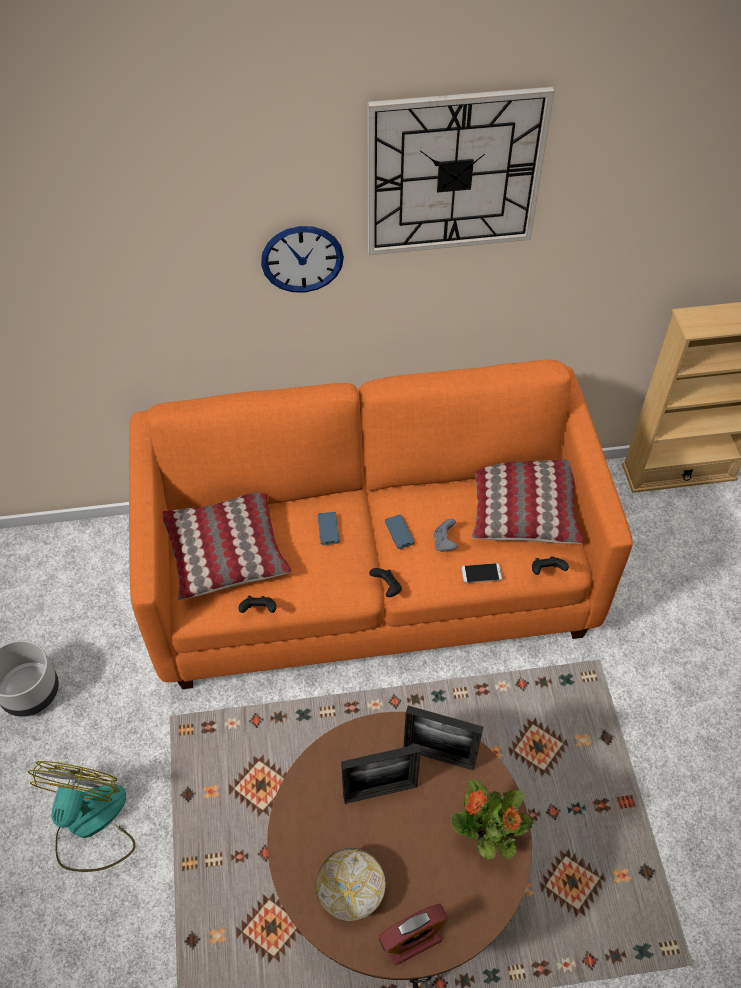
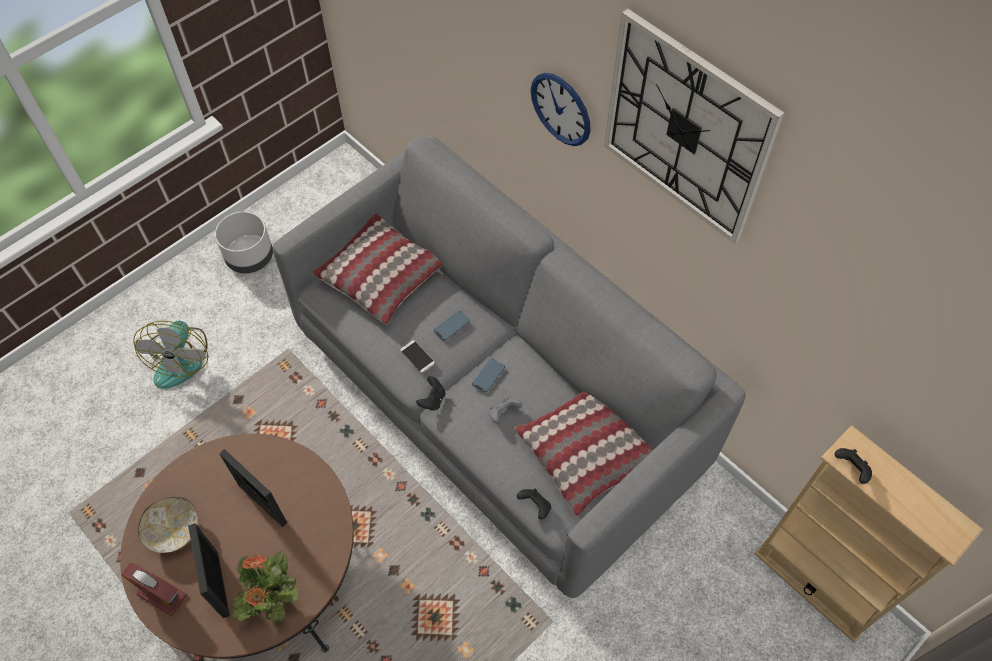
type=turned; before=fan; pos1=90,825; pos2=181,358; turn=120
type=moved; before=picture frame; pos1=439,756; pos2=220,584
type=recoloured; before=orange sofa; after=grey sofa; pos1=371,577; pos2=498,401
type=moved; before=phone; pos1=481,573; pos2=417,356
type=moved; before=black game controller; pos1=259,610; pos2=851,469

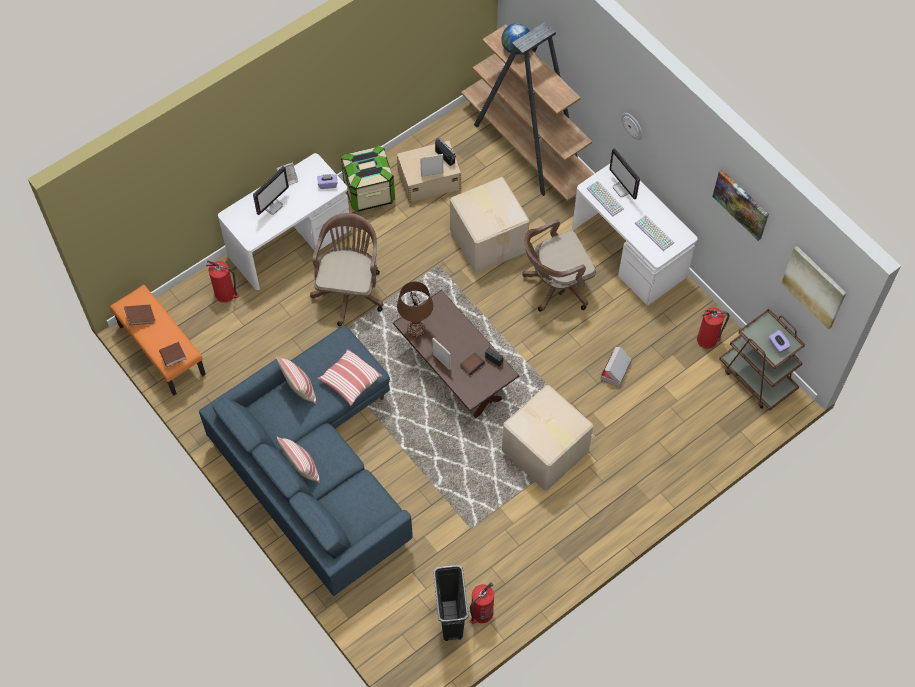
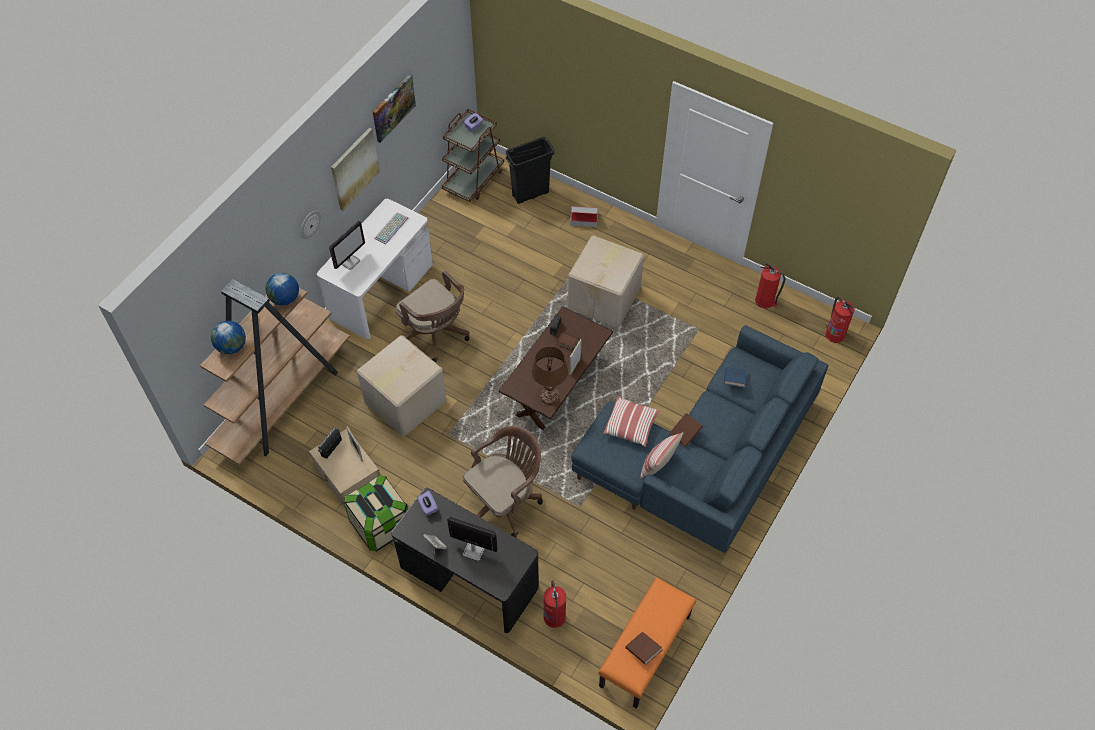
type=added; after=globe; pos2=285,298
type=moved; before=picture; pos1=814,286; pos2=354,168
type=recoloured; before=white desk; after=black desk; pos1=290,242; pos2=468,578
type=turned; before=brown office chair; pos1=350,290; pos2=505,501; turn=150
type=moved; before=black trash can; pos1=451,619; pos2=530,194
type=moved; before=cardboard box; pos1=615,371; pos2=584,219
type=moved; before=brown book; pos1=173,357; pos2=685,433
type=added; after=blue book; pos2=734,380
type=moved; before=fire extinguisher; pos1=707,339; pos2=834,334
type=removed; before=pillow; pos1=301,467
type=removed; before=keyboard; pos1=606,198

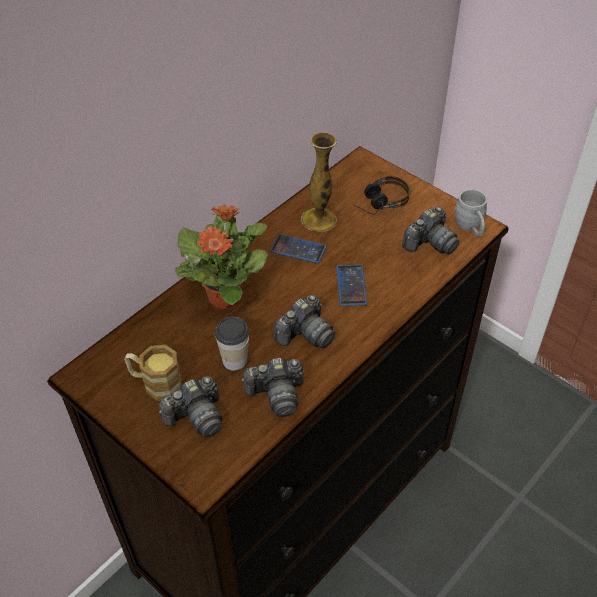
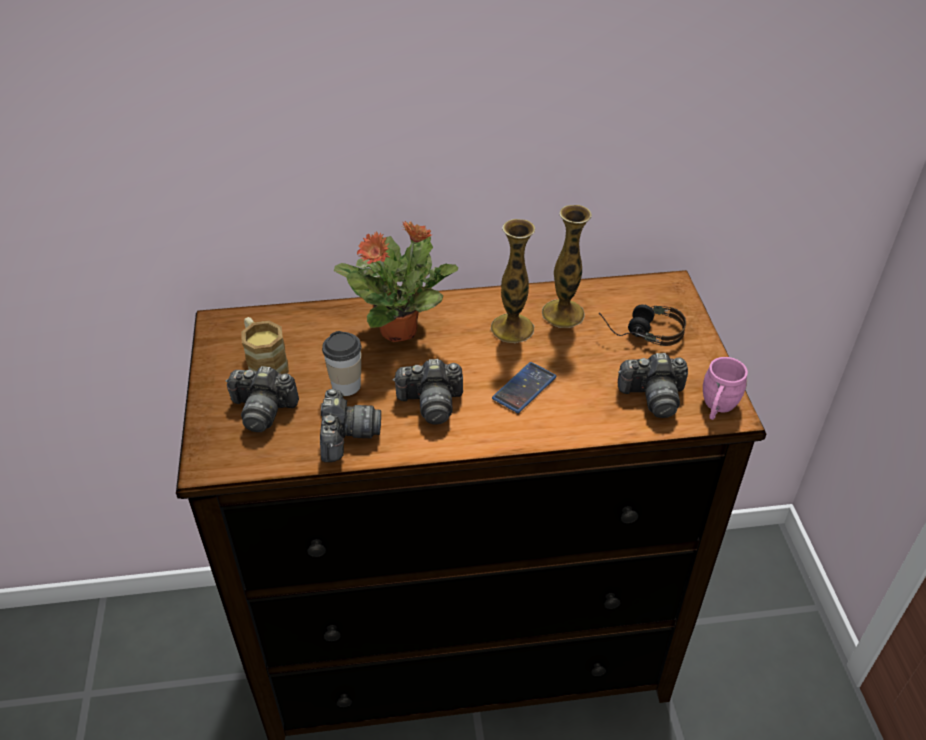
type=turned; before=photo camera; pos1=276,394; pos2=346,436; turn=-120
type=replaced; before=phone; after=vase; pos1=298,249; pos2=512,328
type=recoloured; before=grey mug; after=pink mug; pos1=470,228; pos2=717,407

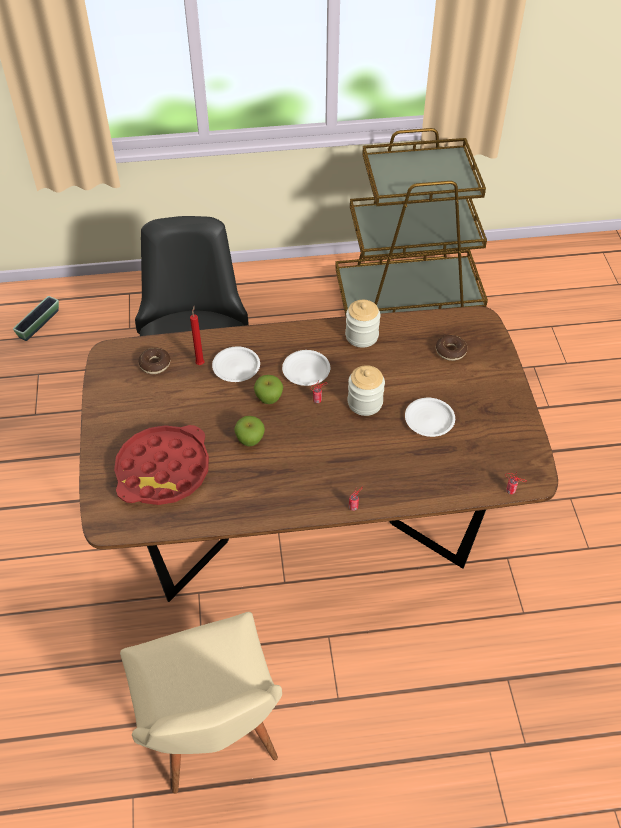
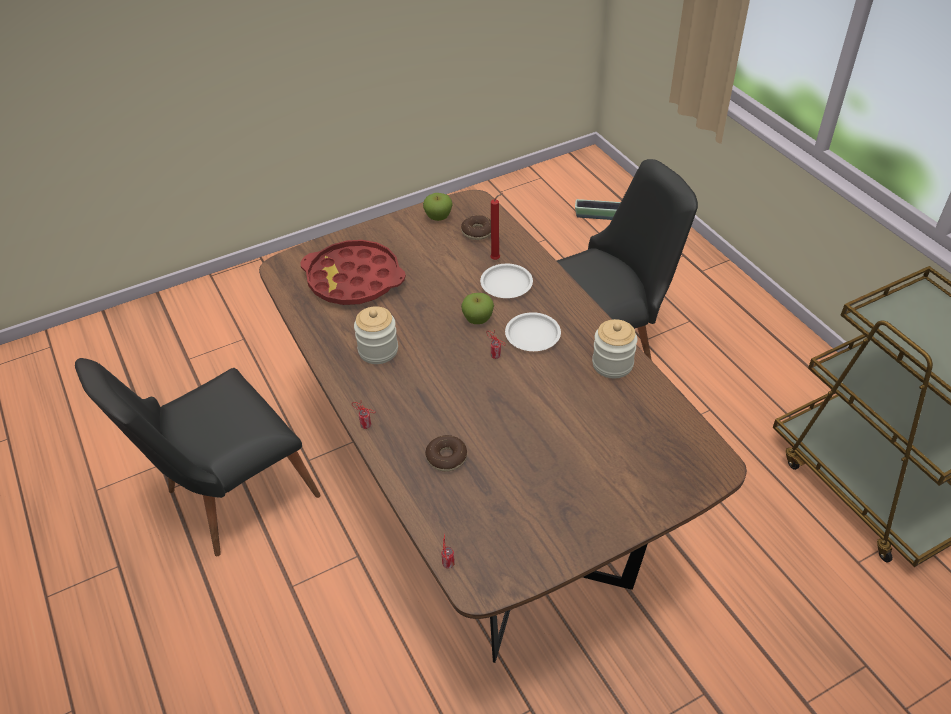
type=recoloured; before=beige chair; after=black chair; pos1=212,735; pos2=228,498
type=moved; before=jar; pos1=365,402; pos2=378,350
type=moved; before=apple; pos1=250,440; pos2=438,218
type=moved; before=donut; pos1=450,351; pos2=446,457
type=removed; before=white plate; pos1=430,420

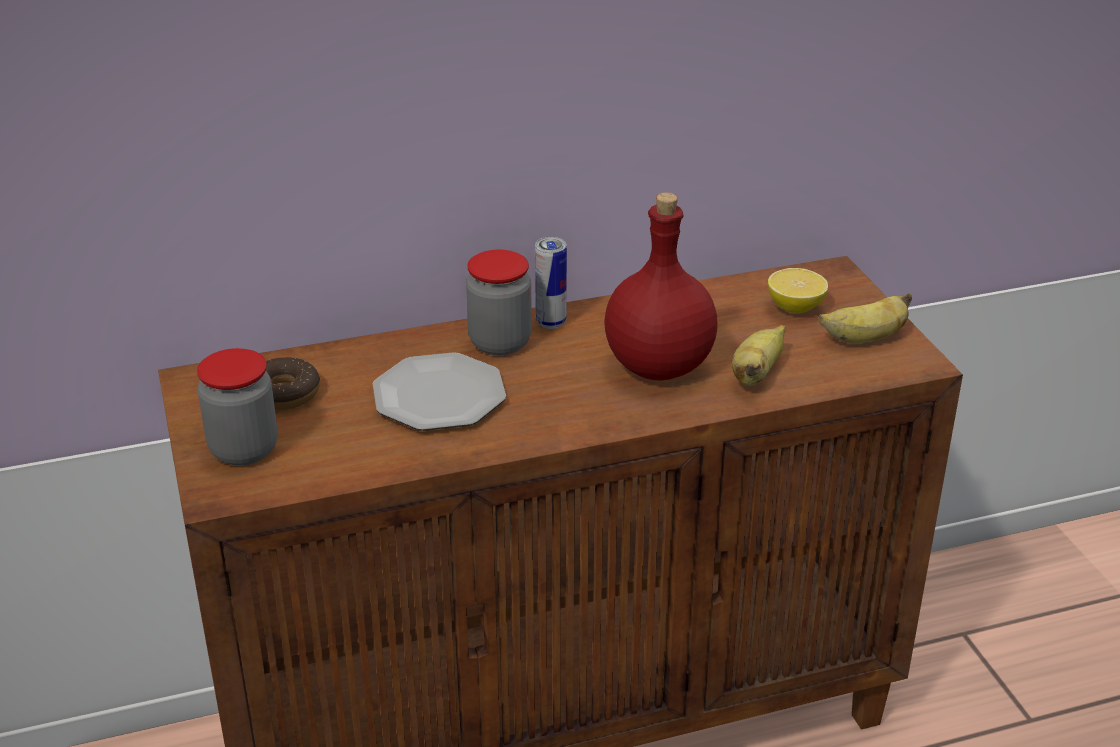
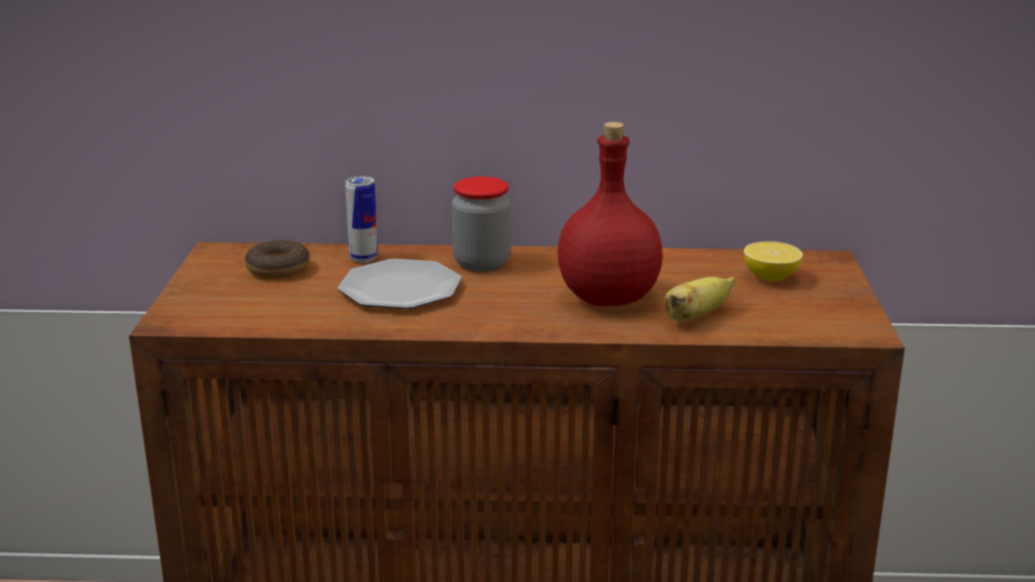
type=moved; before=can; pos1=551,322; pos2=364,258
type=removed; before=jar; pos1=244,450
type=removed; before=banana; pos1=864,339

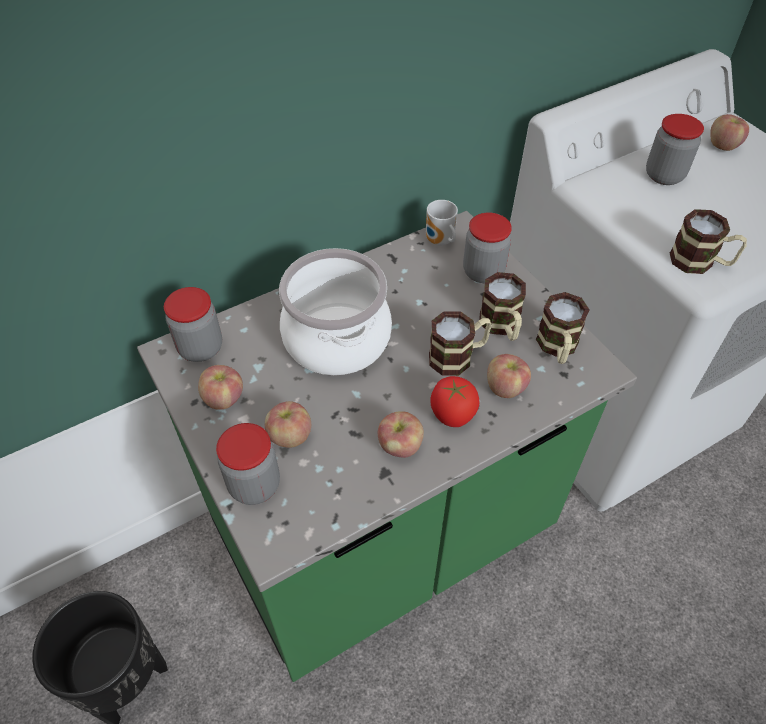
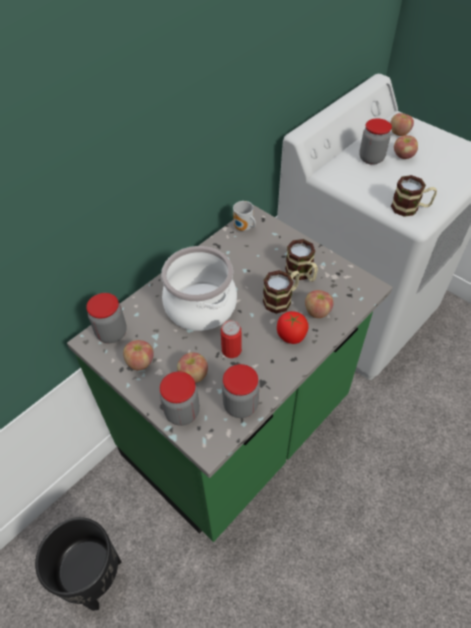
type=added; after=can; pos2=231,350
type=moved; before=jar; pos1=483,272; pos2=240,405
type=moved; before=apple; pos1=400,446; pos2=403,156
type=removed; before=mug; pos1=557,348

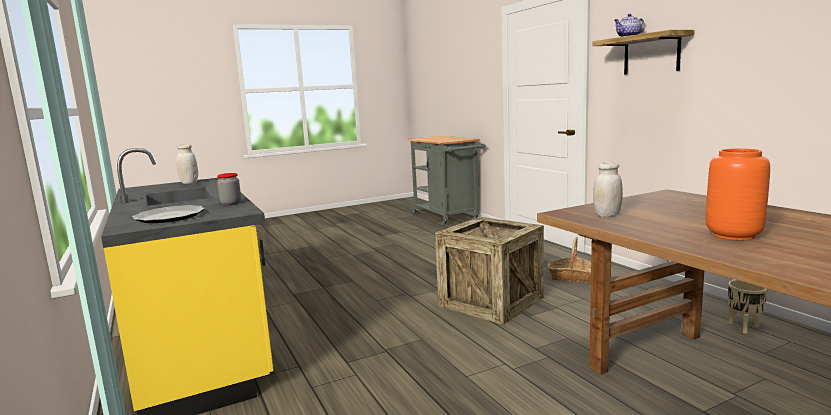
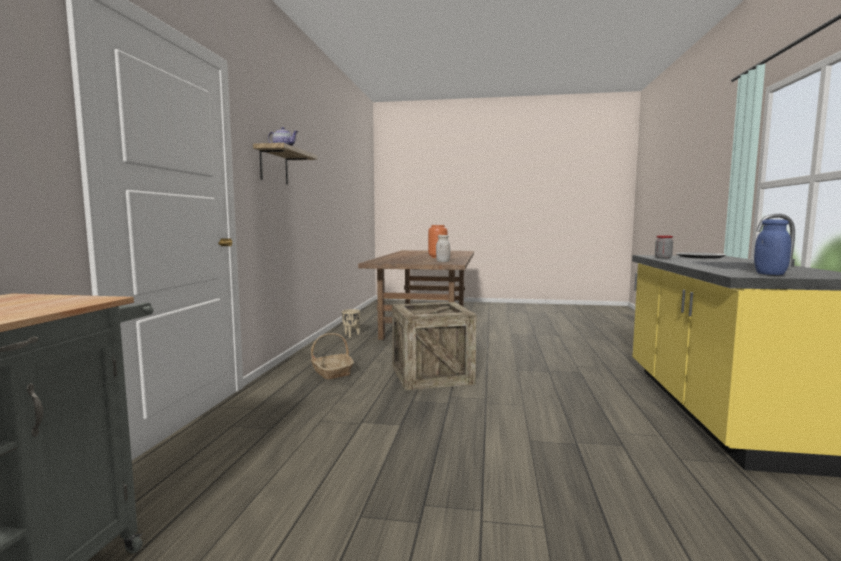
type=recoloured; before=white jar; after=blue jar; pos1=189,183; pos2=770,274

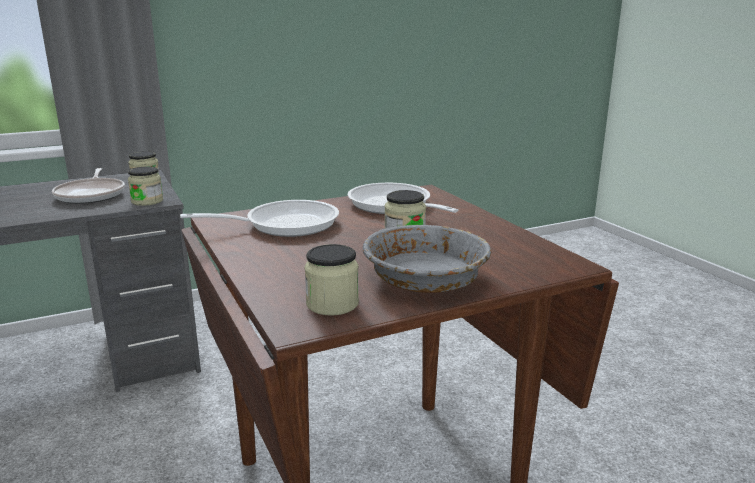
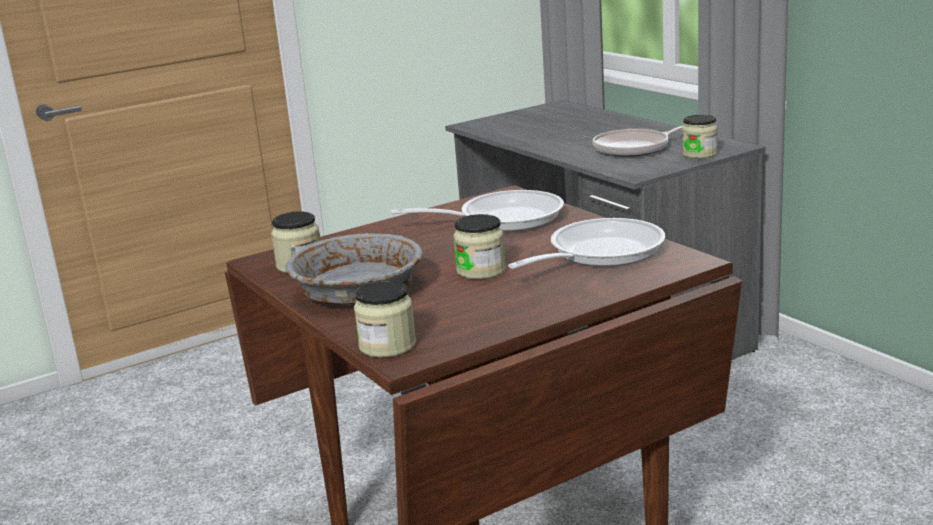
type=moved; before=jar; pos1=147,201; pos2=387,346
type=turned; before=frying pan; pos1=283,225; pos2=501,219; turn=-75

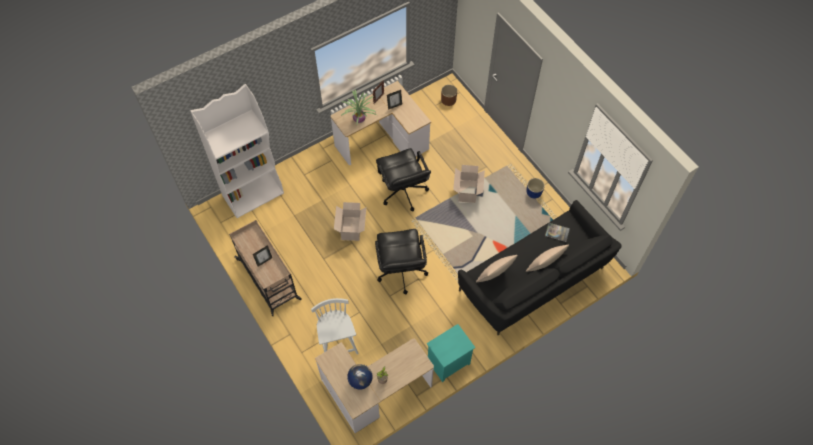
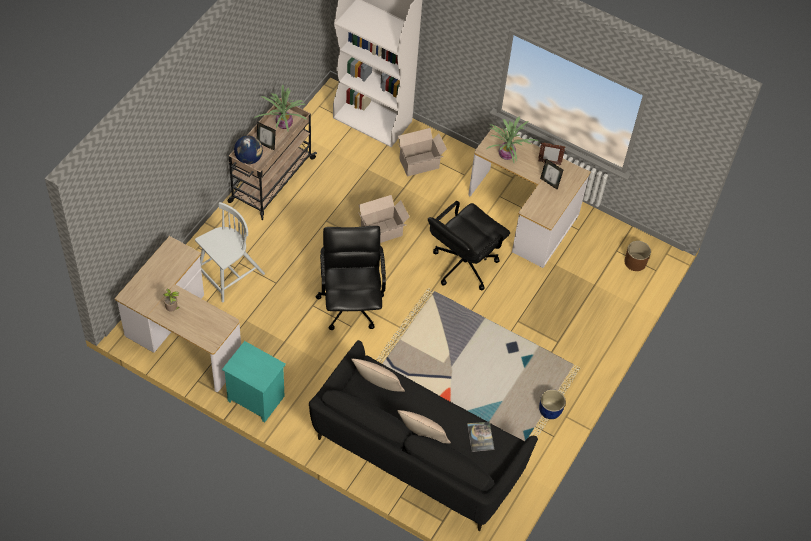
type=moved; before=globe; pos1=360,380; pos2=249,158
type=added; after=potted plant; pos2=283,124
type=turned; before=black office chair; pos1=401,271; pos2=351,304; turn=120
type=moved; before=cardboard box; pos1=467,190; pos2=420,163

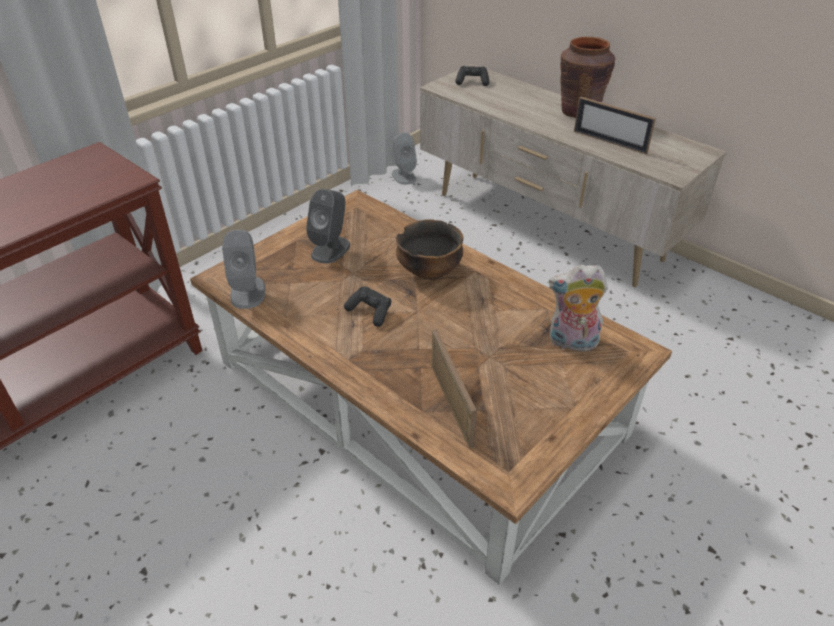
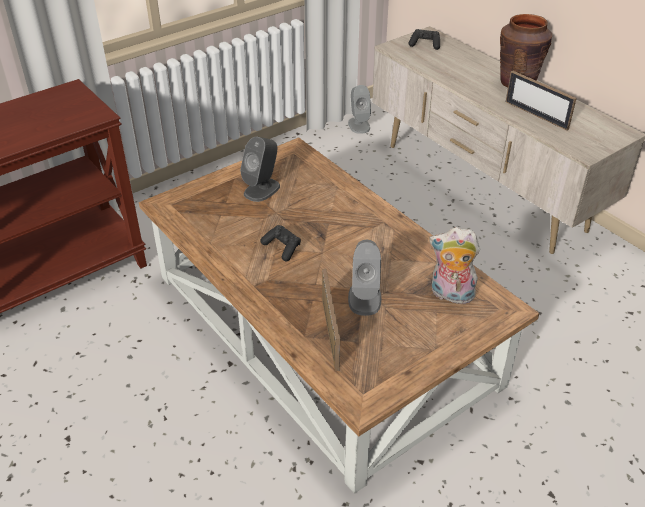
type=moved; before=grey speaker; pos1=248,292; pos2=364,298
type=removed; before=bowl; pos1=429,271

